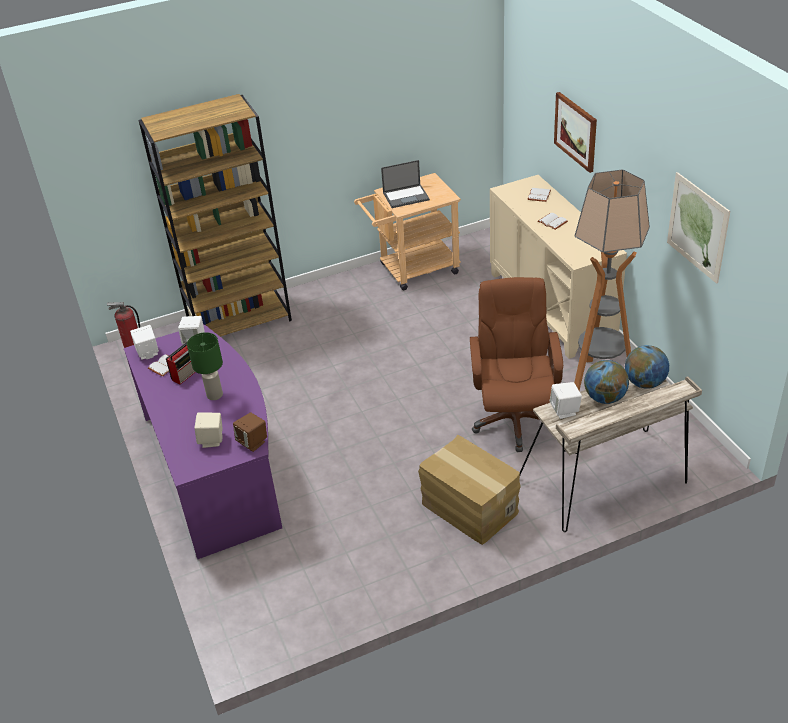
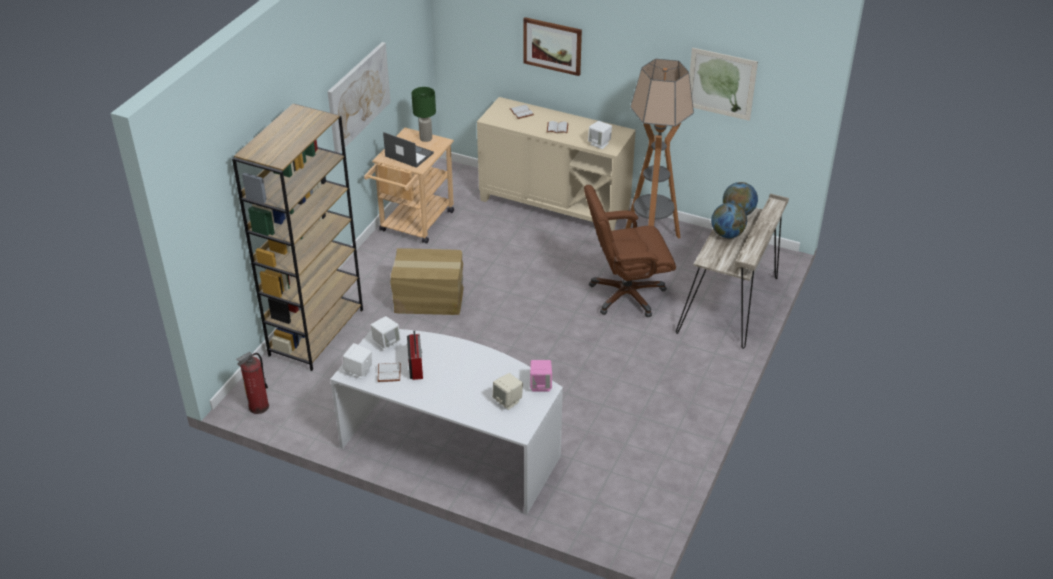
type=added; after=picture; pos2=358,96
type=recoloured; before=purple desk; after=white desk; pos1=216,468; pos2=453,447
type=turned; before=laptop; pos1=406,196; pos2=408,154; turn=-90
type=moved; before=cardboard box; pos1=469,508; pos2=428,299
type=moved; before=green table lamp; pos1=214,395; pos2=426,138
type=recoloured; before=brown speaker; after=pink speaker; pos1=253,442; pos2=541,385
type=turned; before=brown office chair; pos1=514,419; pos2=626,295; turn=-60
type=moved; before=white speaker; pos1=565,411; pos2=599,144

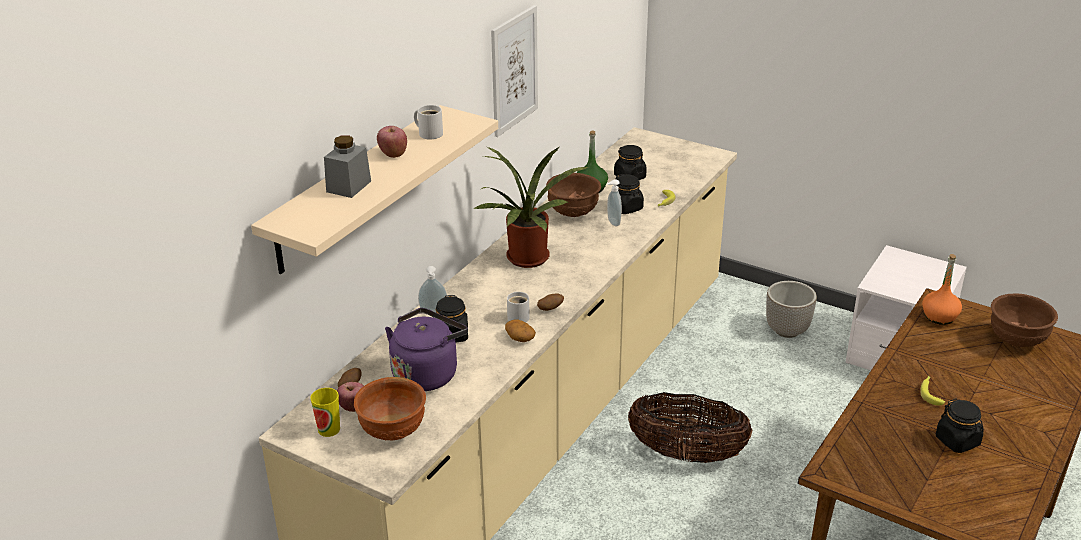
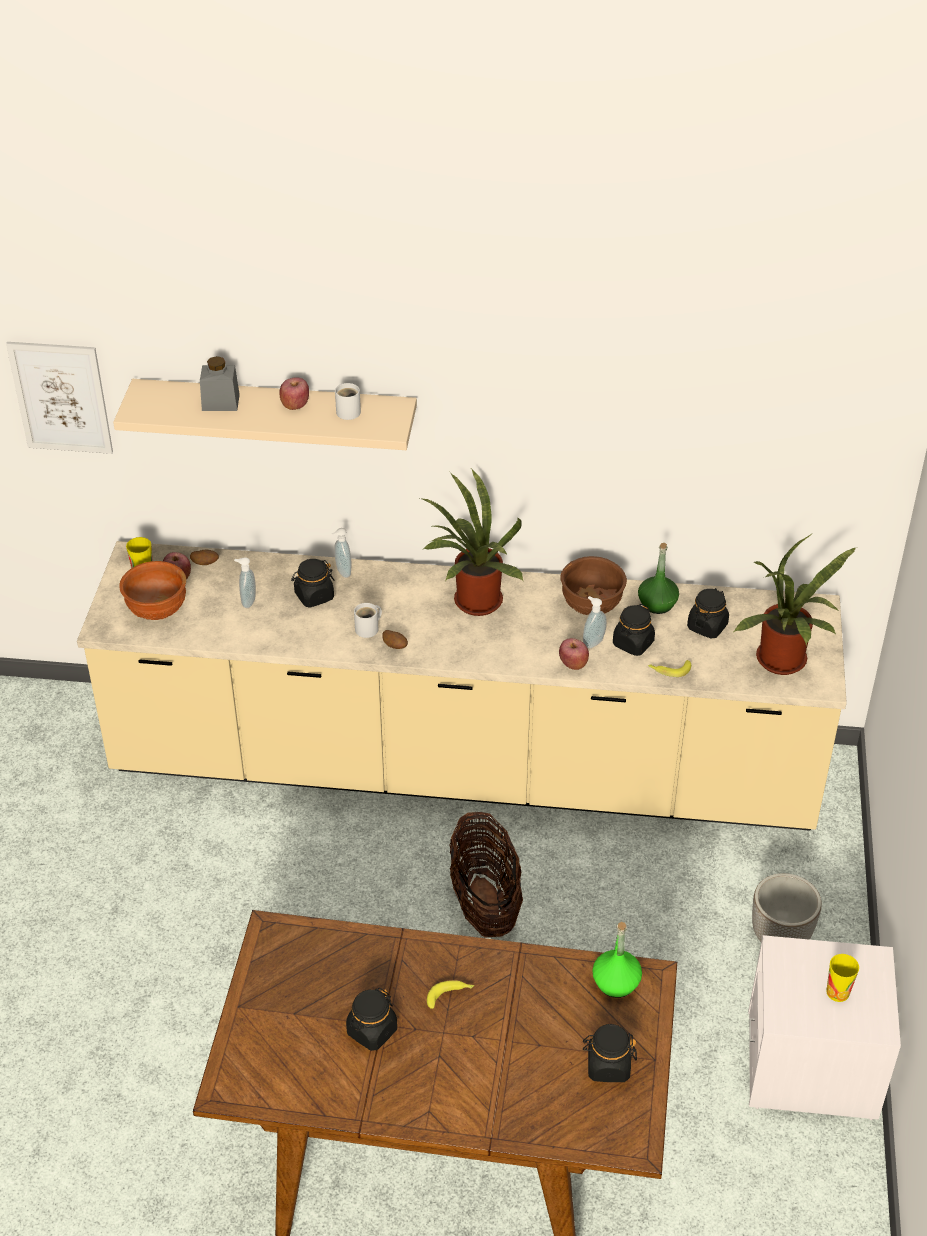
type=moved; before=picture; pos1=514,70; pos2=61,397
type=replaced; before=purple kettle; after=soap dispenser; pos1=427,373; pos2=247,601
type=added; after=apple; pos2=573,664
type=replaced; before=brown bowl; after=black jar; pos1=1016,340; pos2=608,1066
type=recoloured; before=orange bottle; after=green bottle; pos1=939,316; pos2=616,983
type=added; after=potted plant; pos2=784,663
type=added; after=cup; pos2=837,992
type=removed; before=potato; pos1=519,338

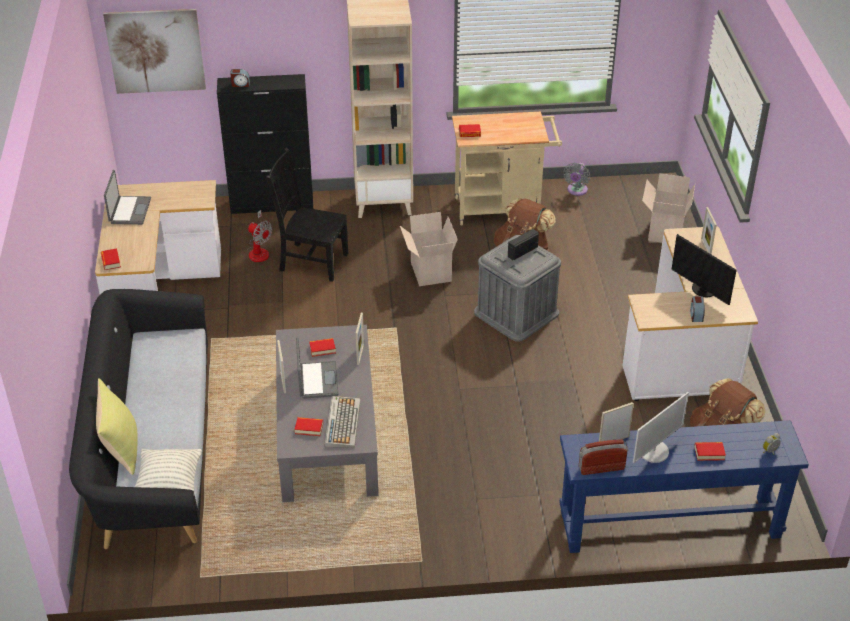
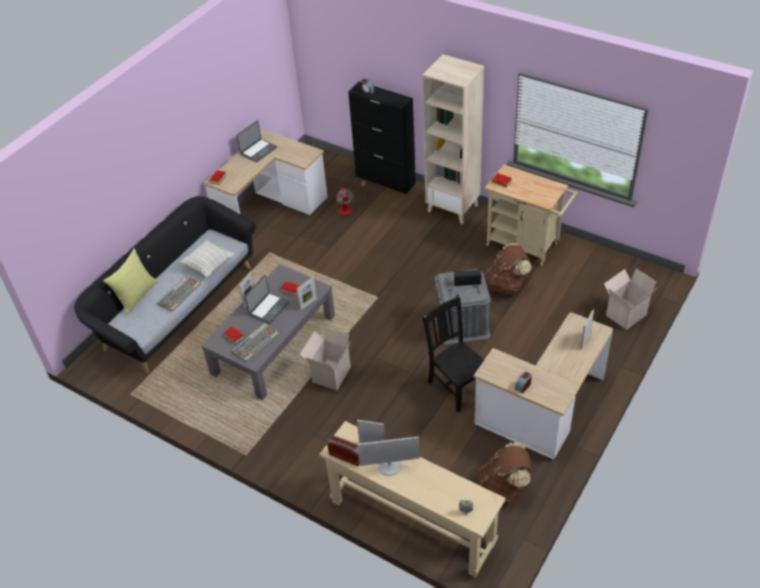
type=added; after=keyboard; pos2=179,293
type=moved; before=pillow; pos1=169,485; pos2=209,266
type=moved; before=cardboard box; pos1=429,271; pos2=330,374
type=recoloured; before=blue console table; after=beige console table; pos1=669,524; pos2=412,522
type=moved; before=black chair; pos1=311,261; pos2=456,385
type=removed; before=picture; pos1=155,51
type=removed; before=grey fan; pos1=576,191
type=removed; before=monitor; pos1=702,290
type=removed; before=book; pos1=709,453

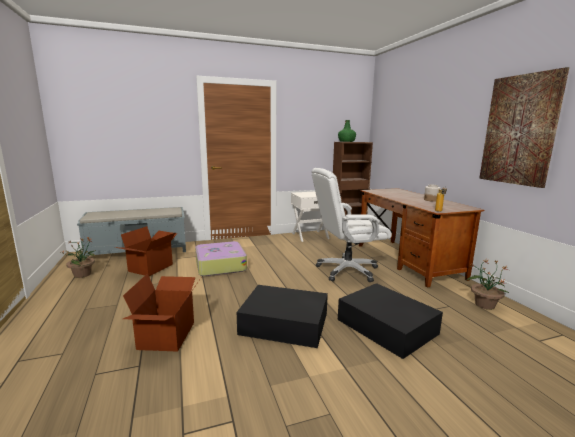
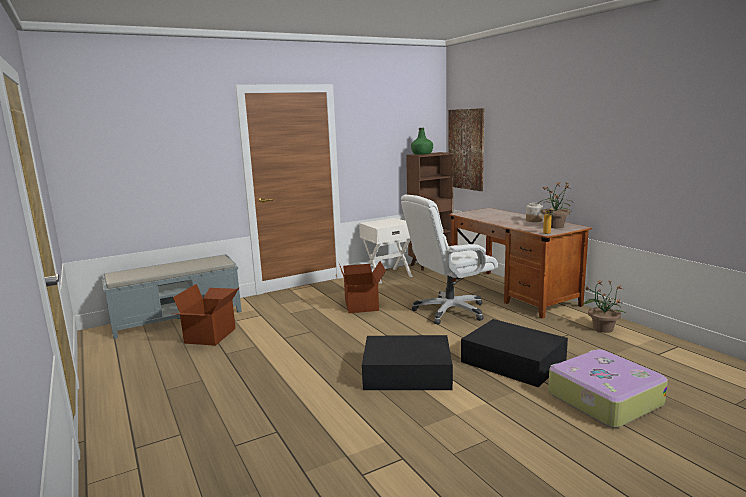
type=moved; before=cardboard box; pos1=168,335; pos2=362,305
type=moved; before=picture; pos1=519,130; pos2=466,149
type=moved; before=potted plant; pos1=83,274; pos2=554,226
type=moved; before=suitcase; pos1=220,265; pos2=602,399

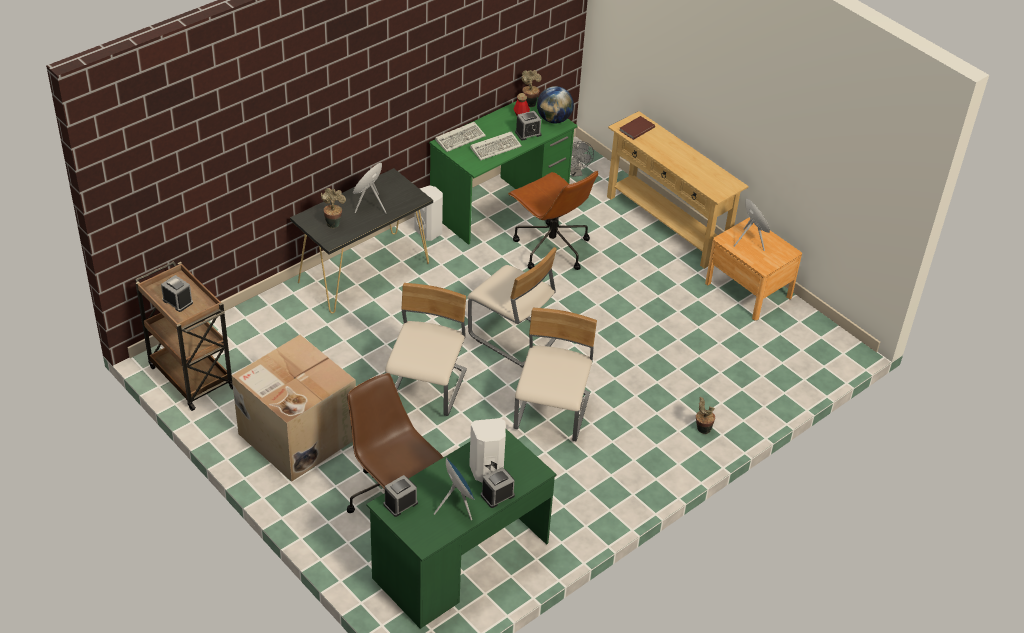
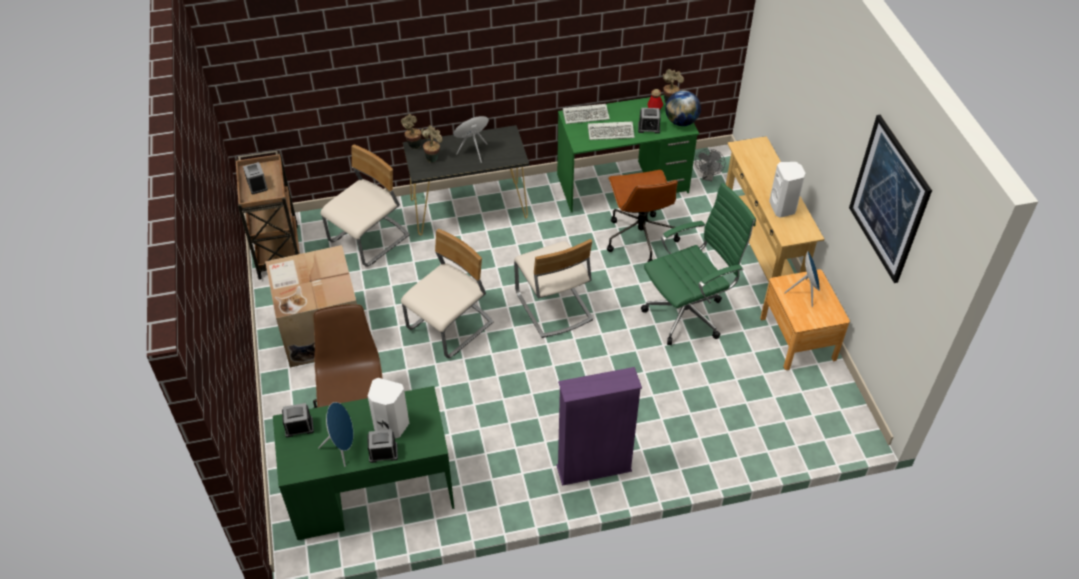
type=moved; before=beige chair; pos1=552,413; pos2=370,240
type=moved; before=potted plant; pos1=702,429; pos2=413,145
type=added; after=purple bookcase; pos2=594,469
type=added; after=green office chair; pos2=688,314
type=moved; before=white speaker; pos1=429,231; pos2=783,208
type=added; after=picture; pos2=889,199
type=removed; before=brown book; pos1=636,129

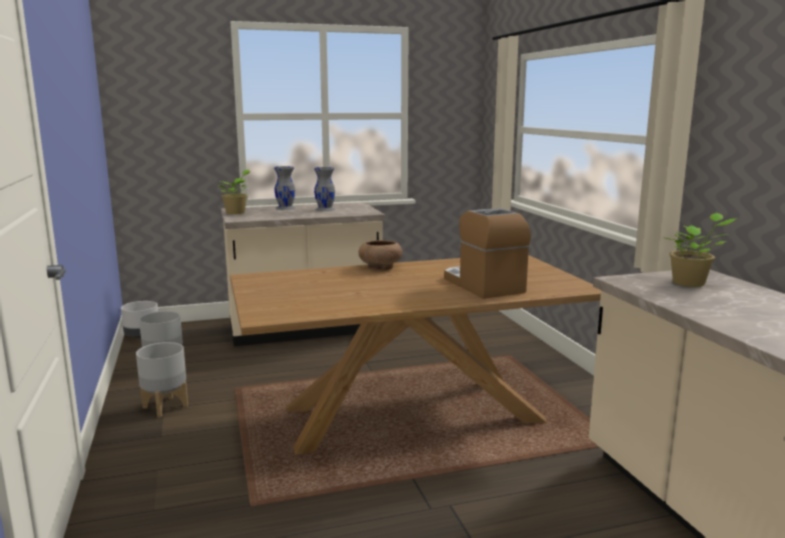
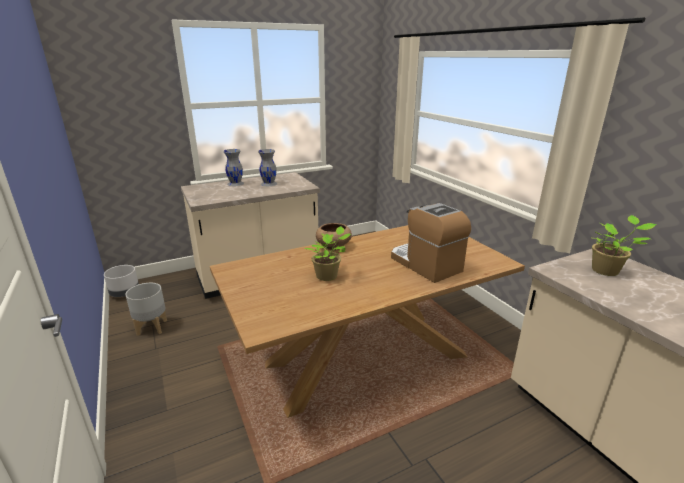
type=moved; before=potted plant; pos1=236,213; pos2=328,276
type=removed; before=grey planter; pos1=165,407

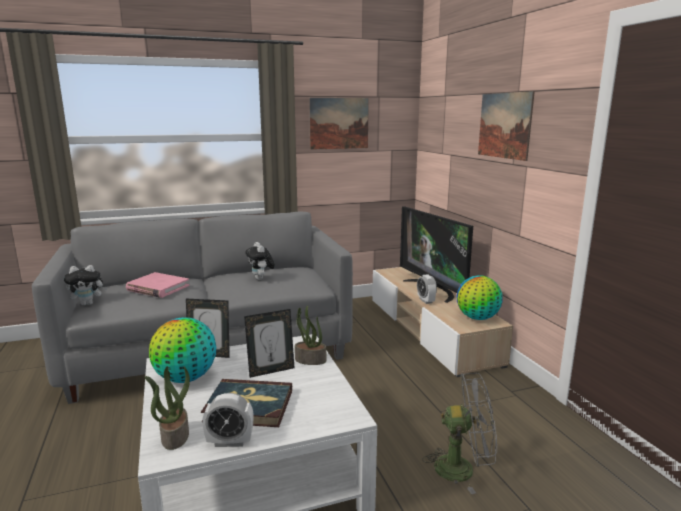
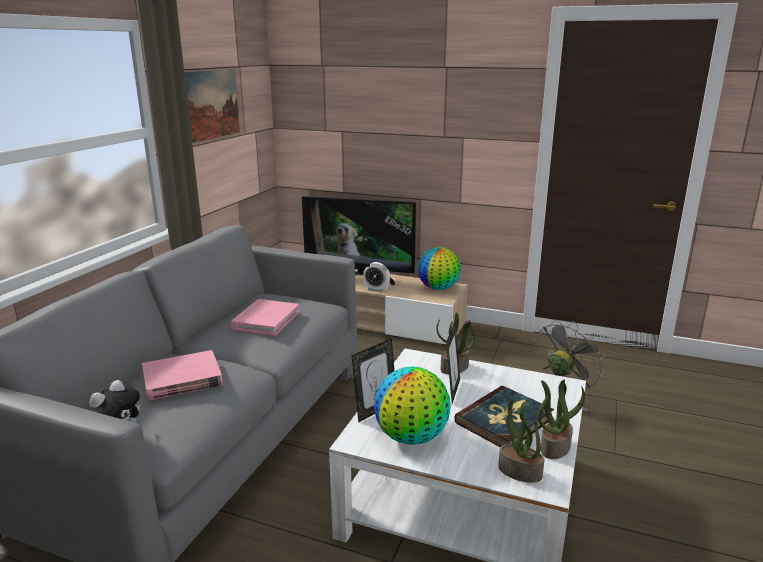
type=replaced; before=plush toy; after=pink book; pos1=261,279; pos2=265,320
type=replaced; before=alarm clock; after=potted plant; pos1=230,442; pos2=555,447
type=removed; before=picture; pos1=504,125

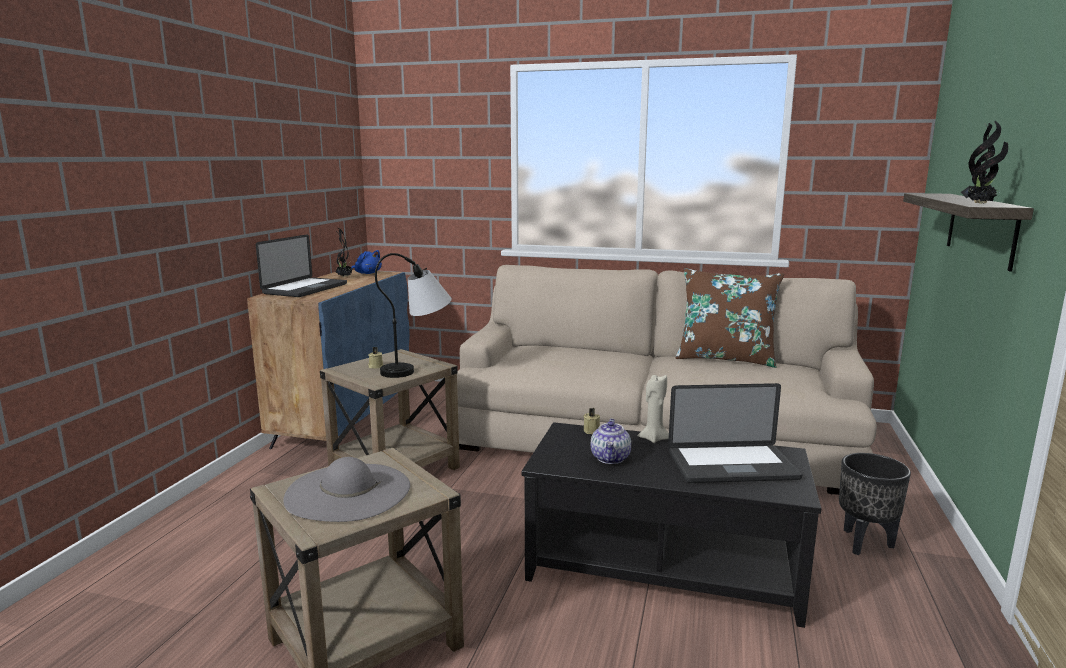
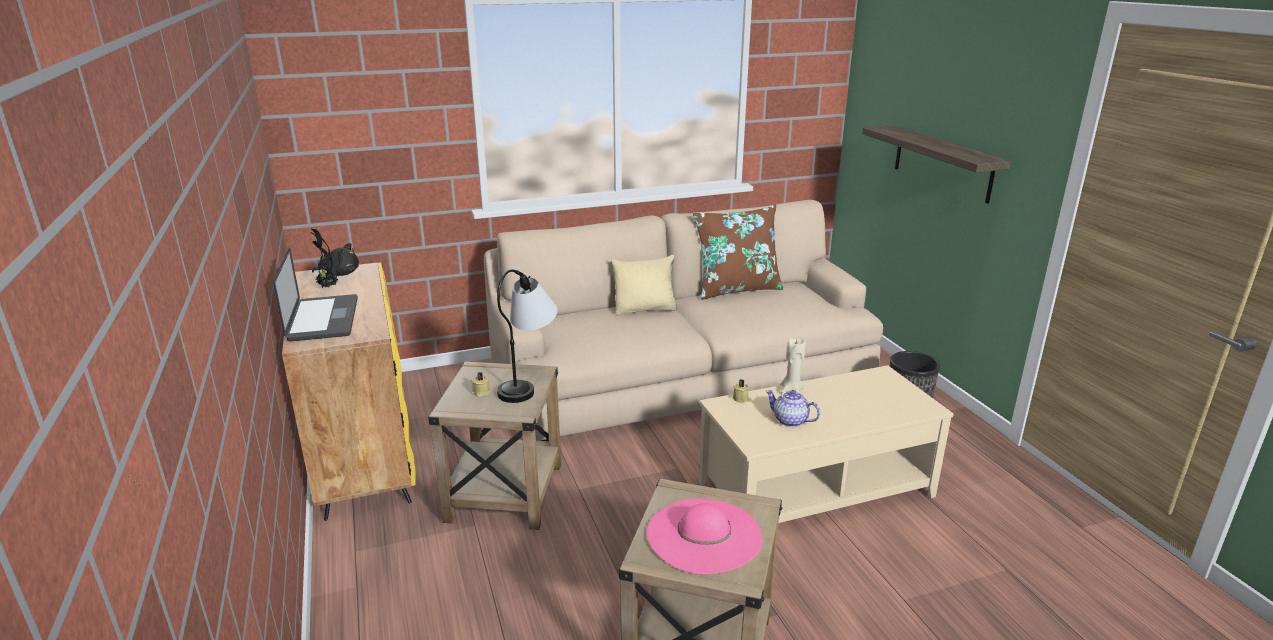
type=recoloured; before=blue cabinet; after=yellow cabinet; pos1=344,420; pos2=363,455
type=recoloured; before=blue plush toy; after=black plush toy; pos1=367,273; pos2=340,274
type=added; after=beige pillow; pos2=645,309
type=recoloured; before=grey hat; after=pink hat; pos1=348,492; pos2=704,535
type=recoloured; before=black coffee table; after=beige coffee table; pos1=663,564; pos2=814,488
type=turned; before=teapot; pos1=611,458; pos2=789,420; turn=150
type=removed; before=laptop; pos1=732,466
type=removed; before=potted plant; pos1=980,204

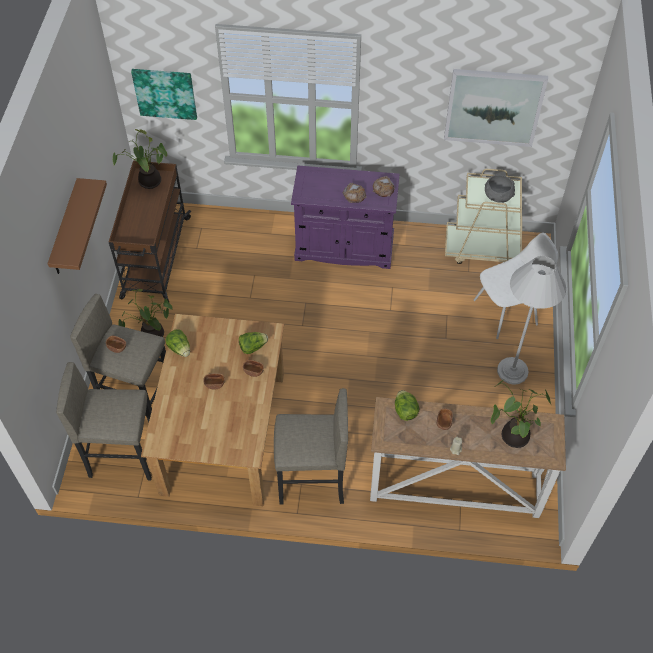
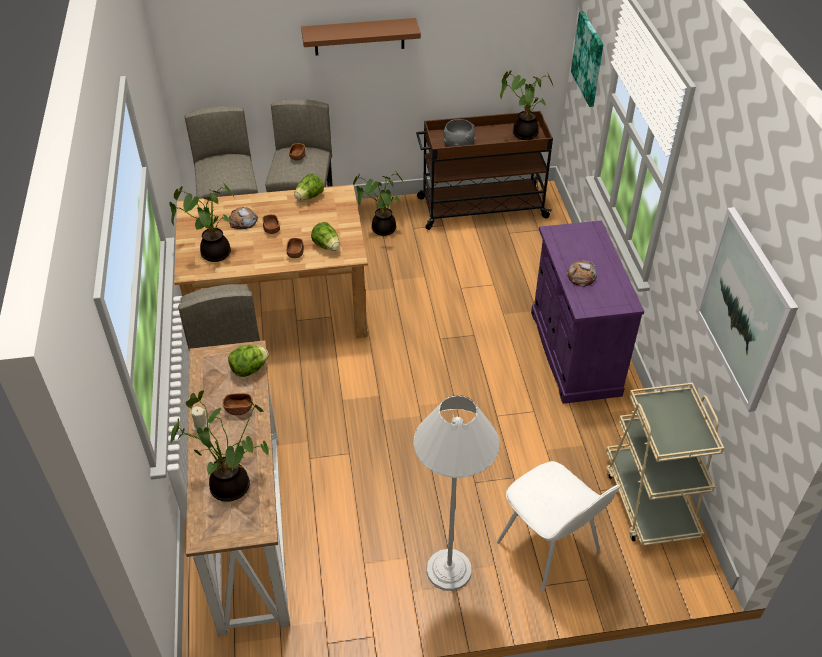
type=added; after=potted plant; pos2=213,253
type=moved; before=bread; pos1=383,188; pos2=243,221
type=moved; before=grey bowl; pos1=498,194; pos2=459,142

